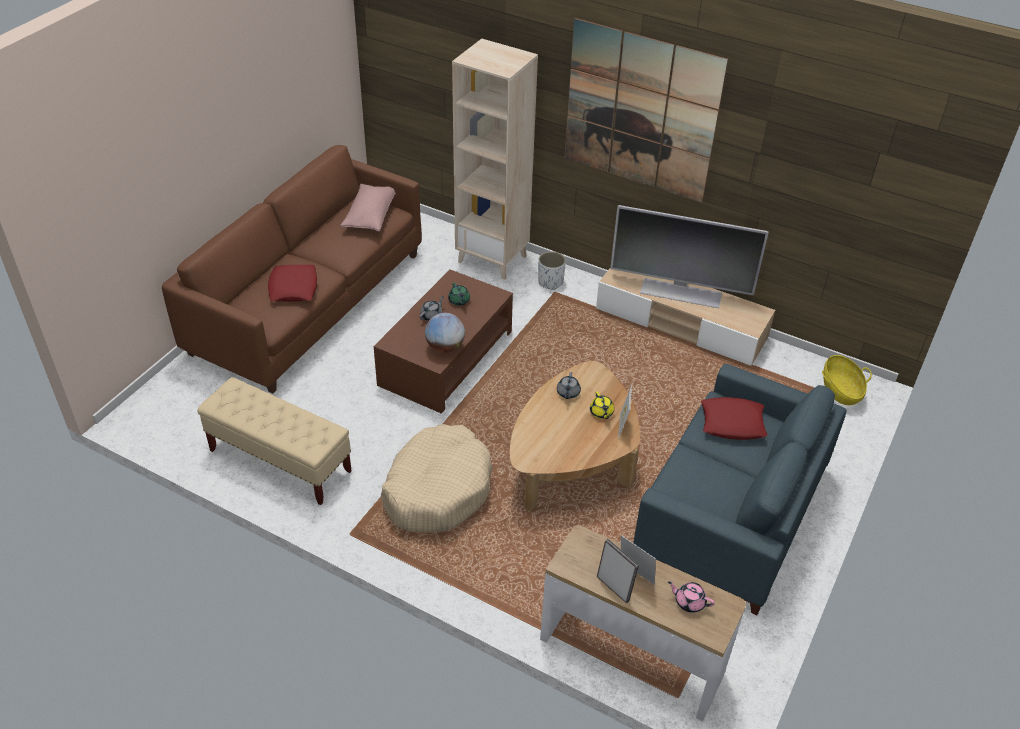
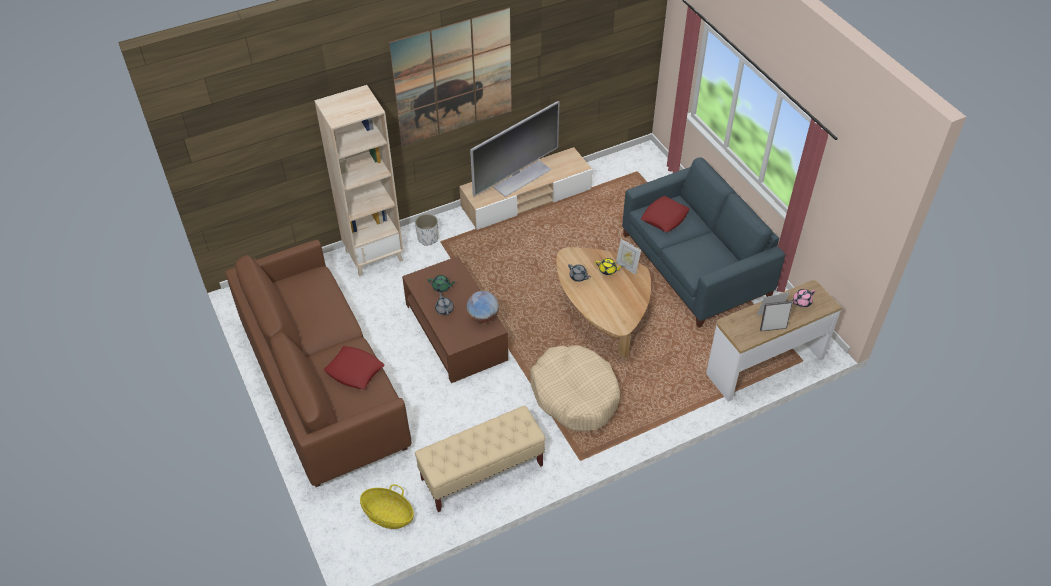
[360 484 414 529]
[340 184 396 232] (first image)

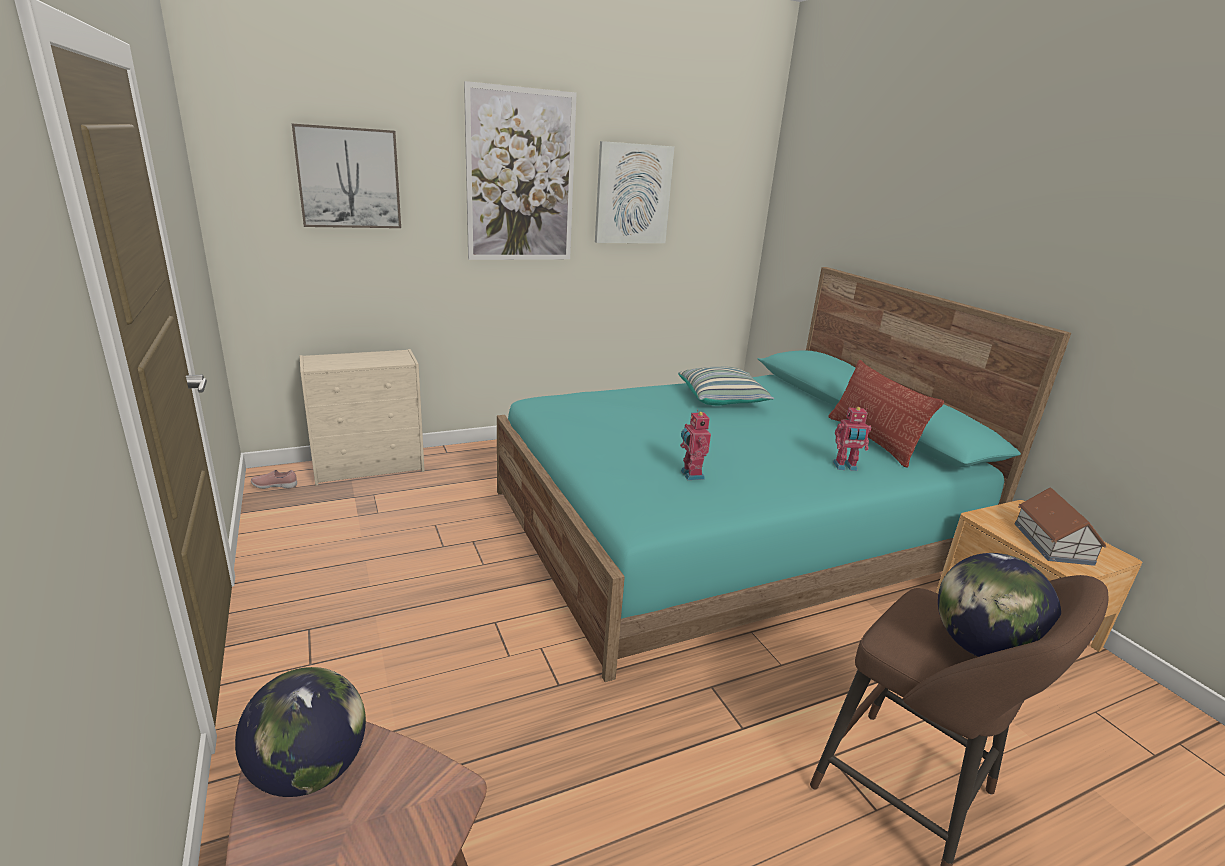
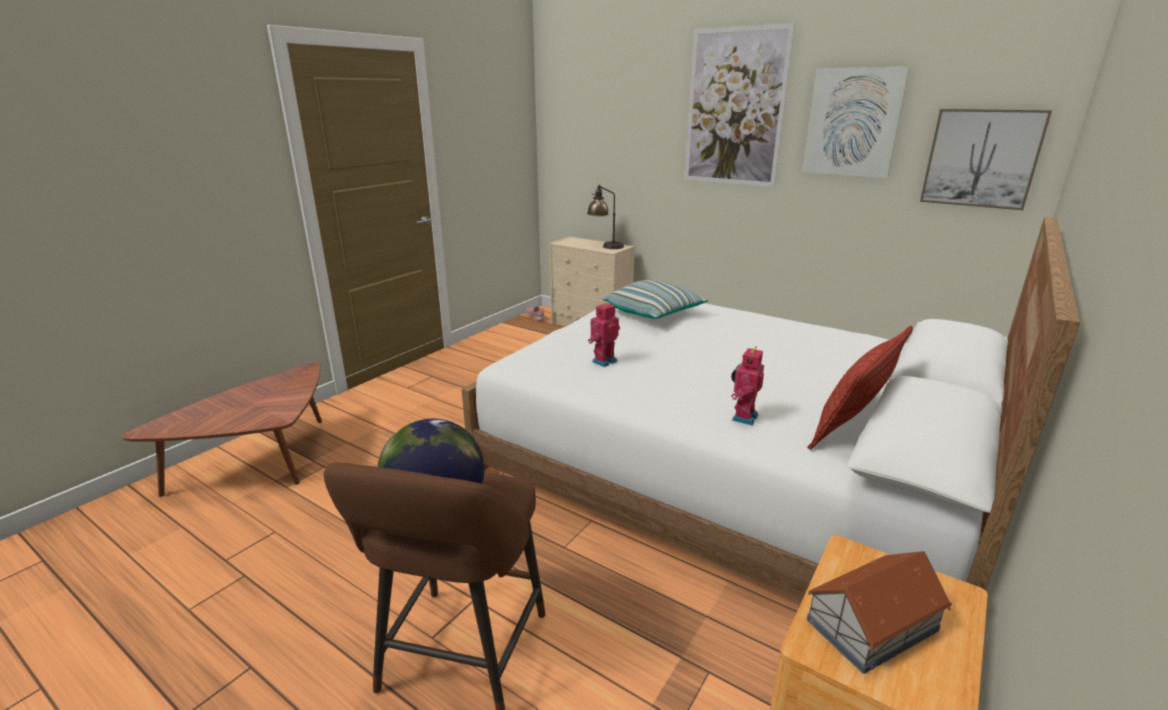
[462 217 1080 601]
[587 185 624 249]
[602 280 708 319]
[731 346 764 425]
[920 109 1052 210]
[235 667 366 797] (first image)

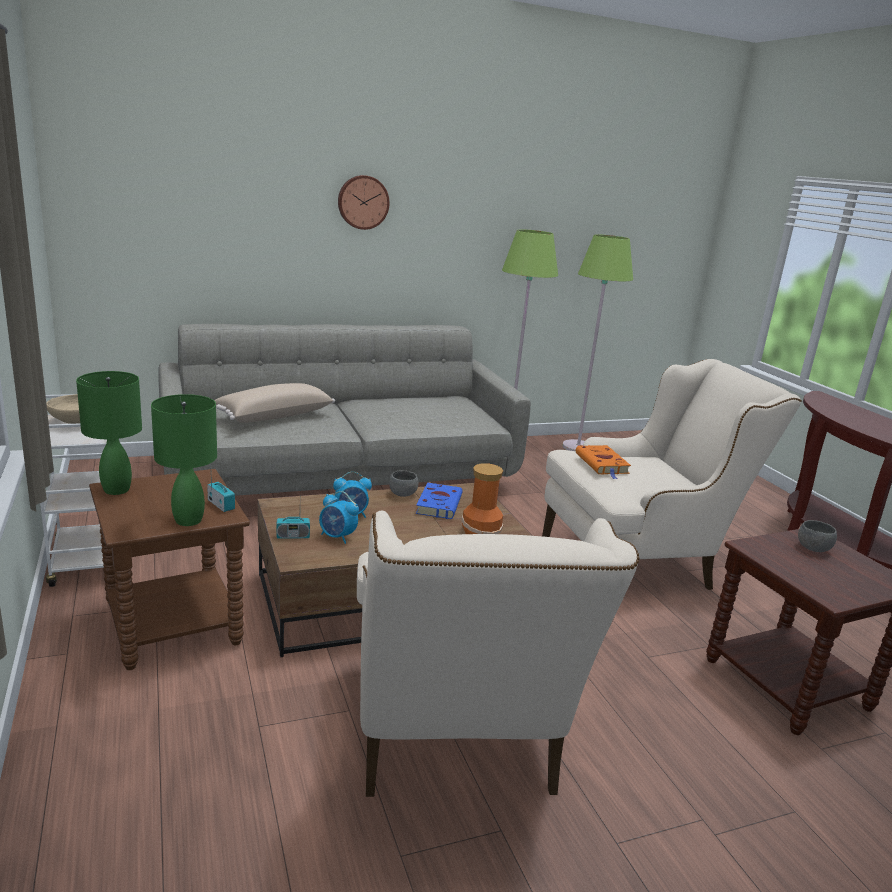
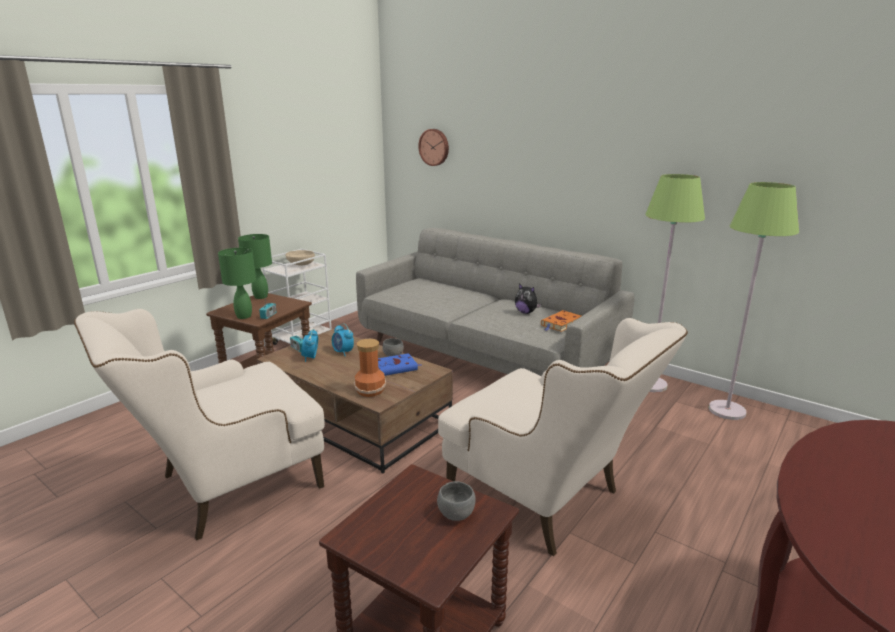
[418 129 449 166]
[515 284 541 314]
[541 310 581 332]
[214 383 335 423] (first image)

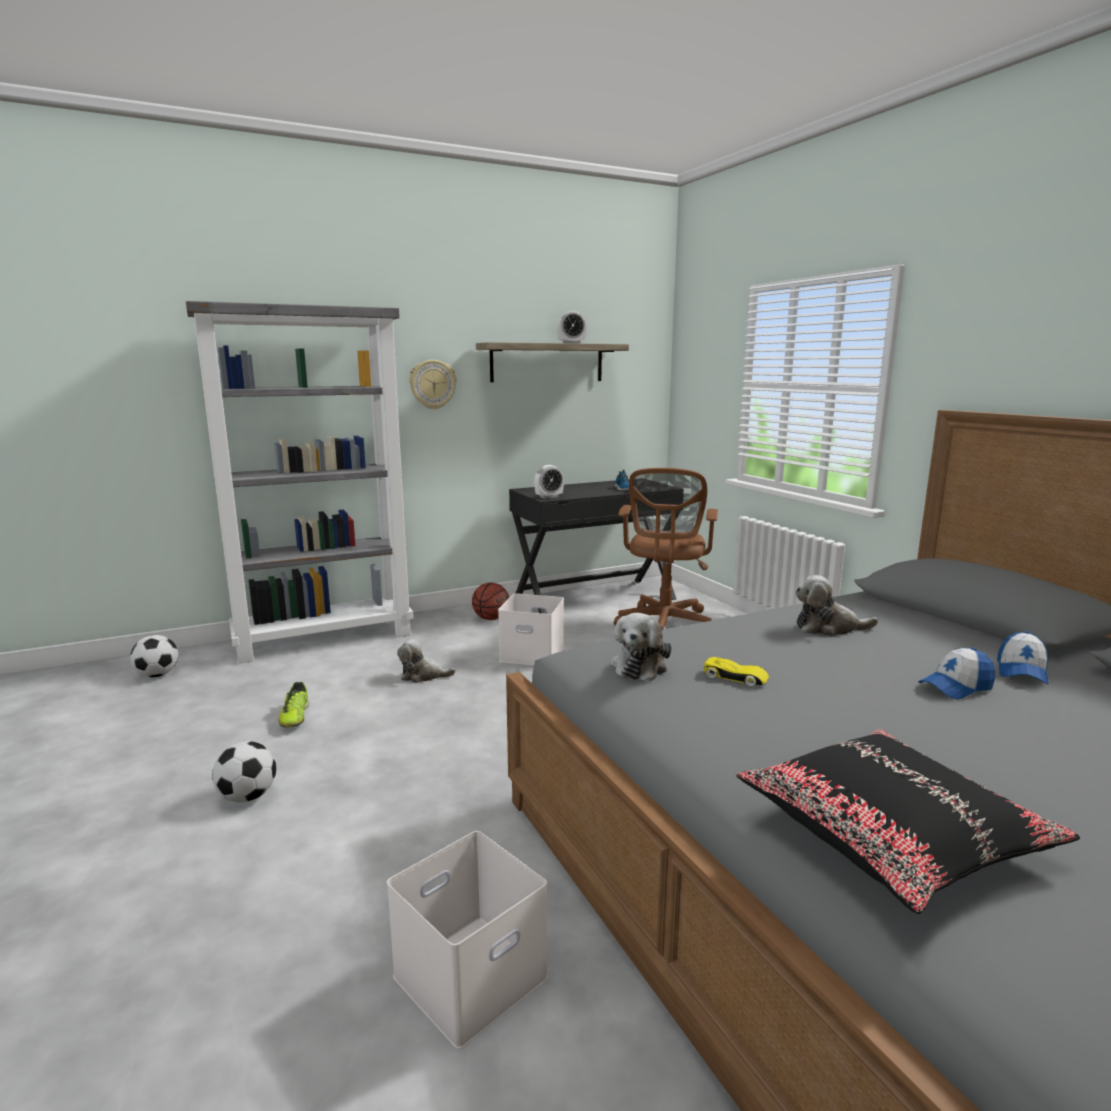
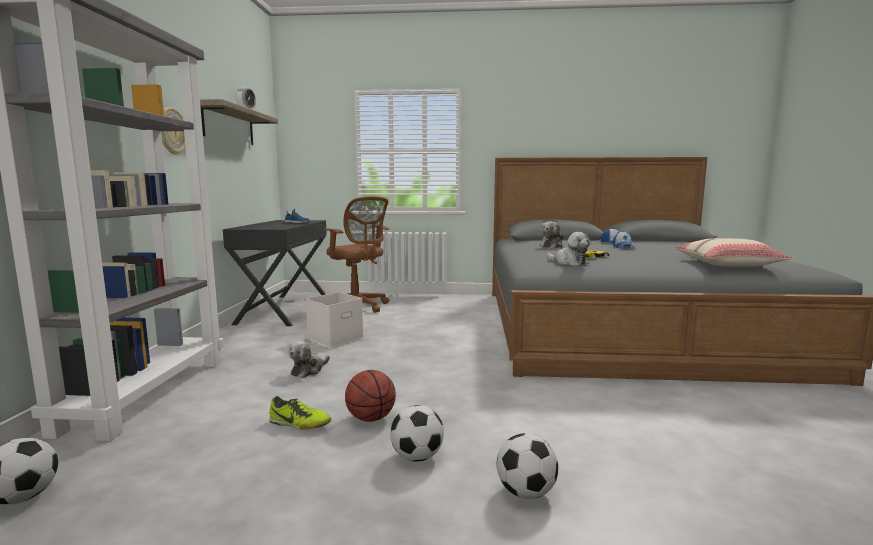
[345 370 396 422]
[497 433 558 499]
[675 238 792 266]
[387 831 548 1049] (first image)
[534 465 564 499] (first image)

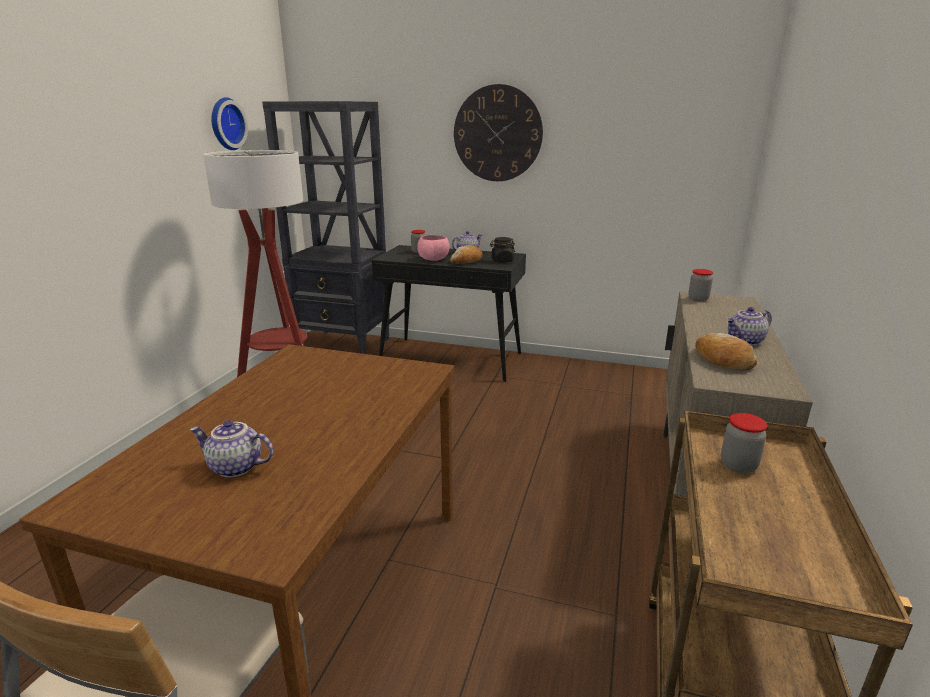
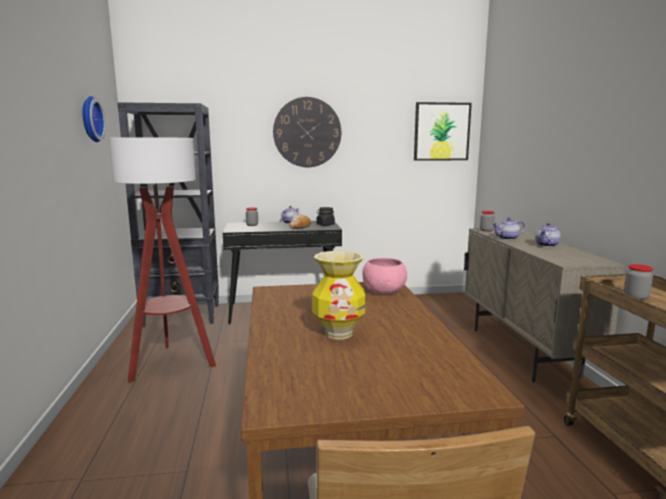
[312 251 365 339]
[362 258 407 294]
[414 102 472 161]
[492 217 525 240]
[695 333 757 371] (first image)

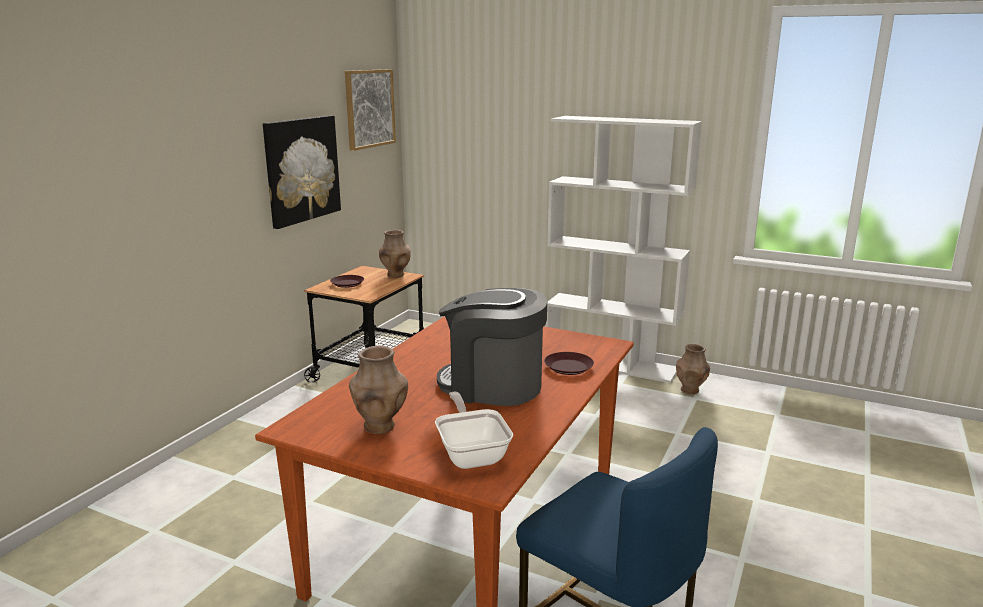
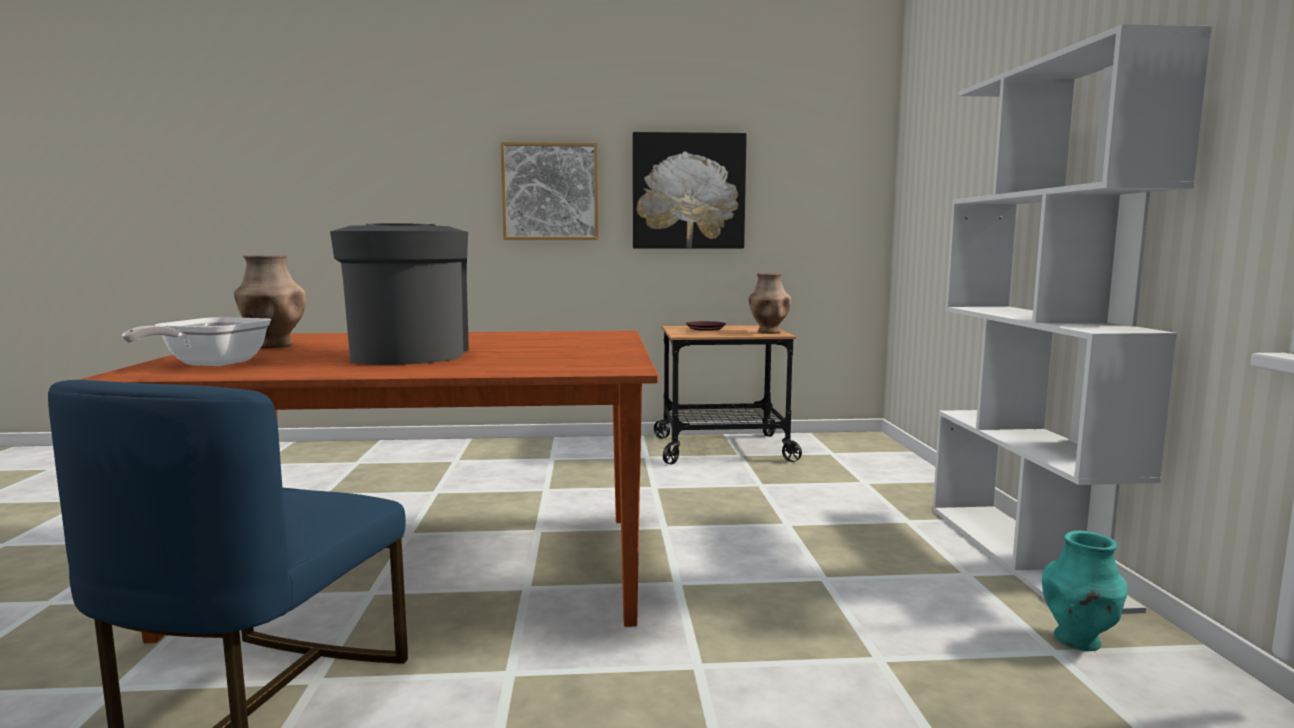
[122 317 271 366]
[500 142 599 240]
[1042 531 1128 651]
[544 352 594 375] (first image)

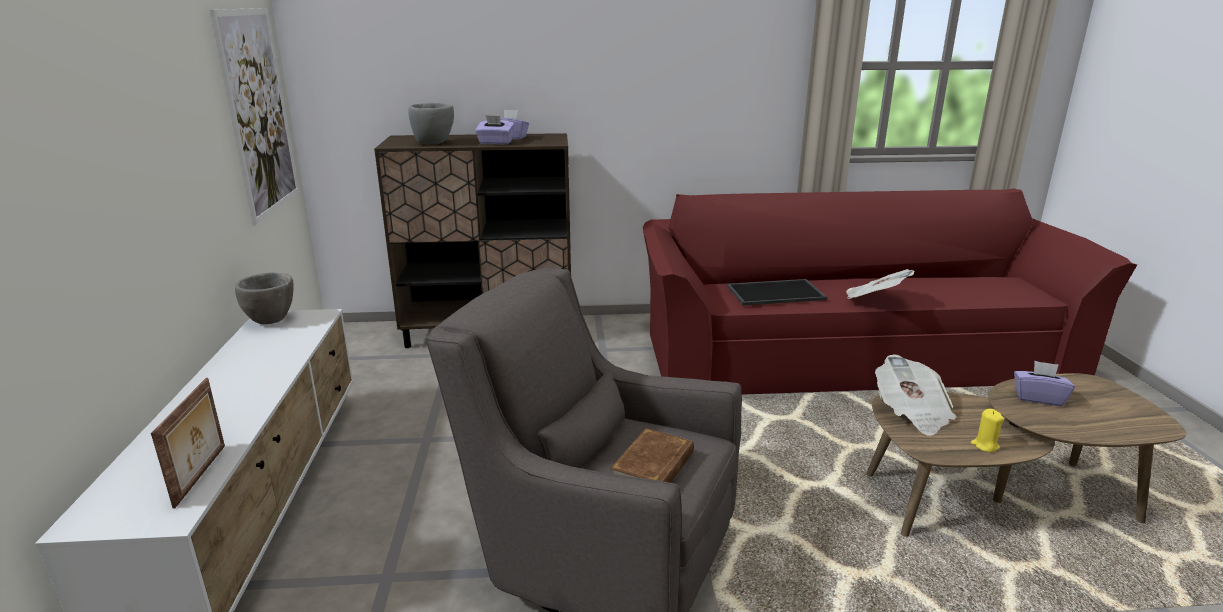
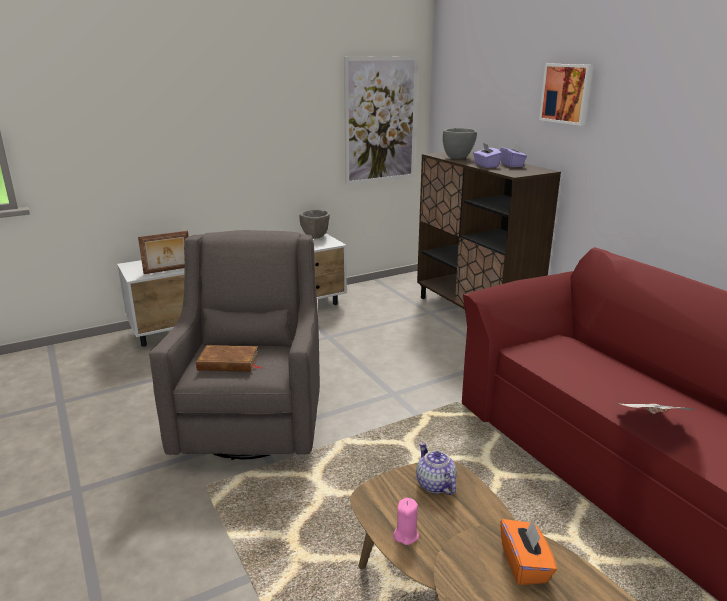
[393 498 419 545]
[416 442 457 495]
[500 519 557 585]
[539 64 594 126]
[727 279 827 306] (first image)

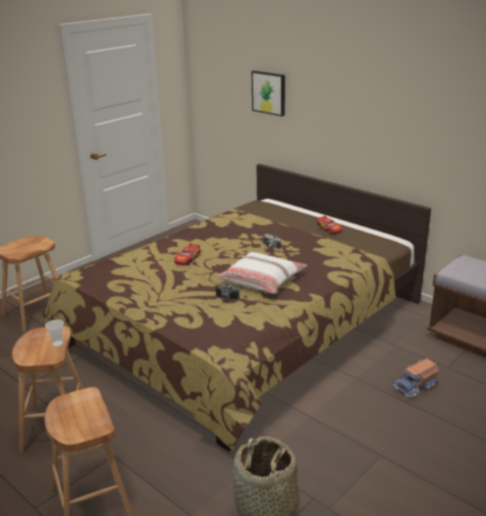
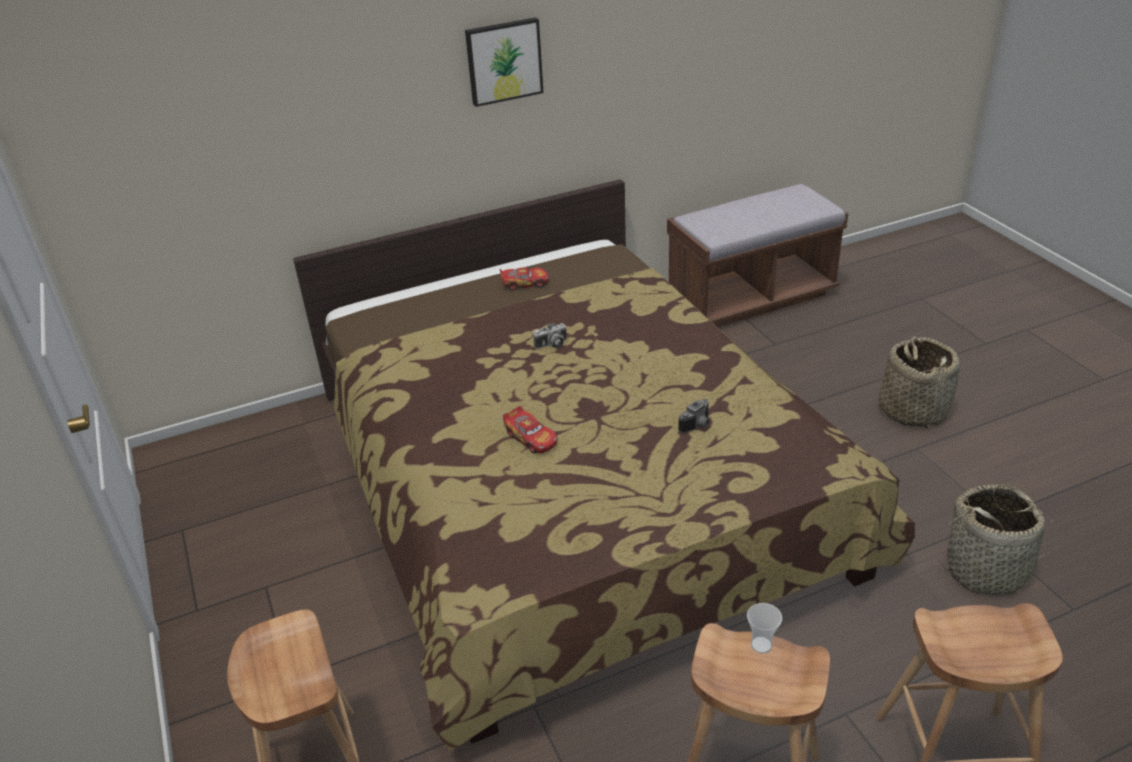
[465 17 544 107]
[879 337 960 428]
[216 251 307 294] (first image)
[393 359 439 398] (first image)

